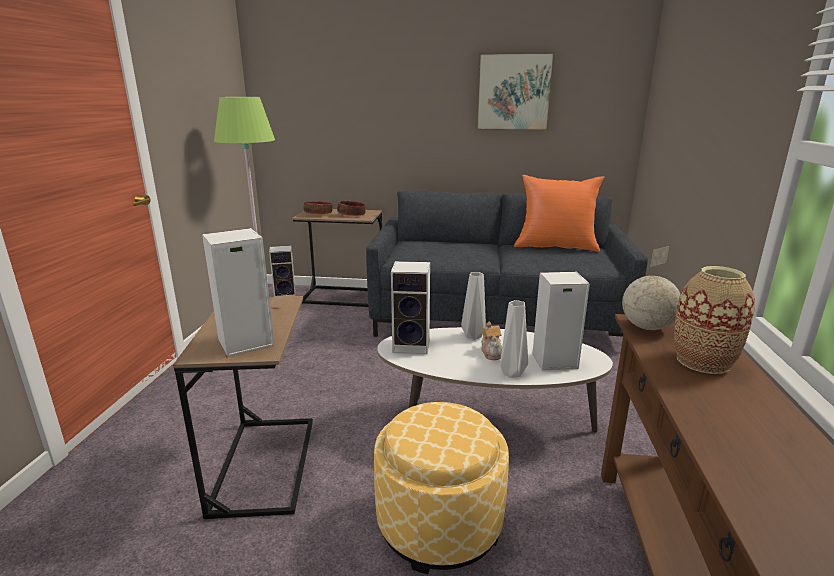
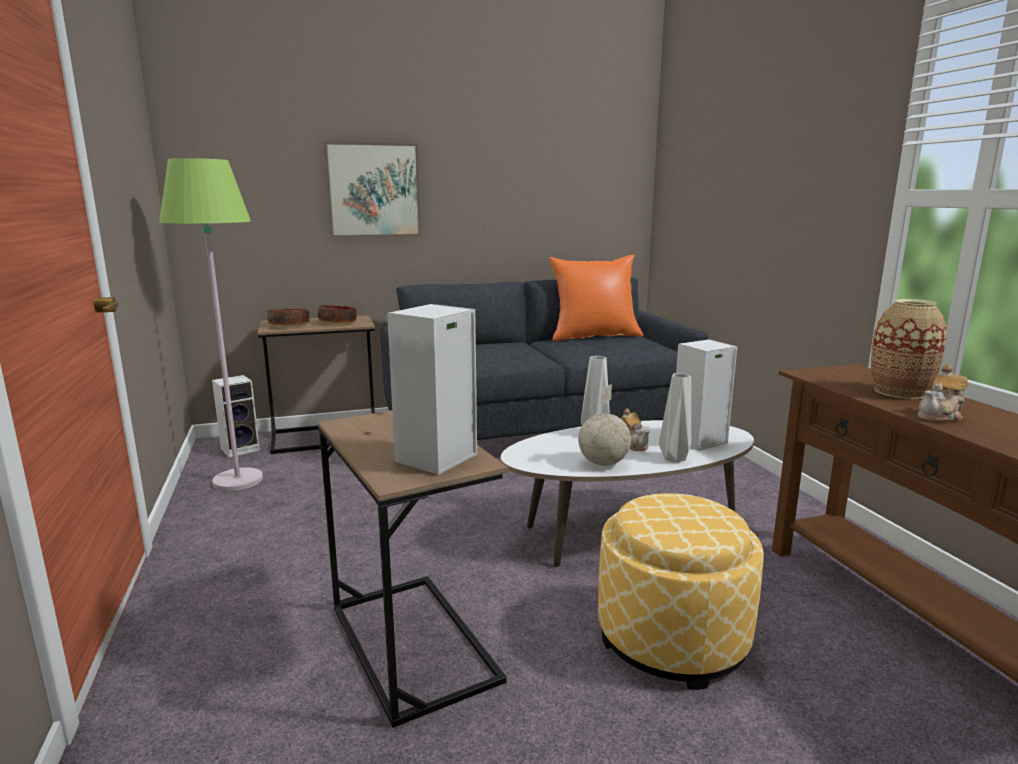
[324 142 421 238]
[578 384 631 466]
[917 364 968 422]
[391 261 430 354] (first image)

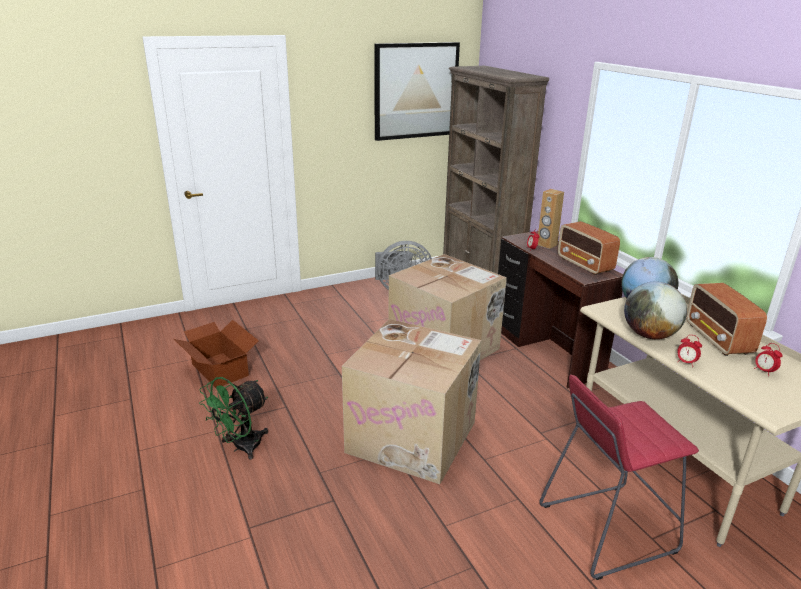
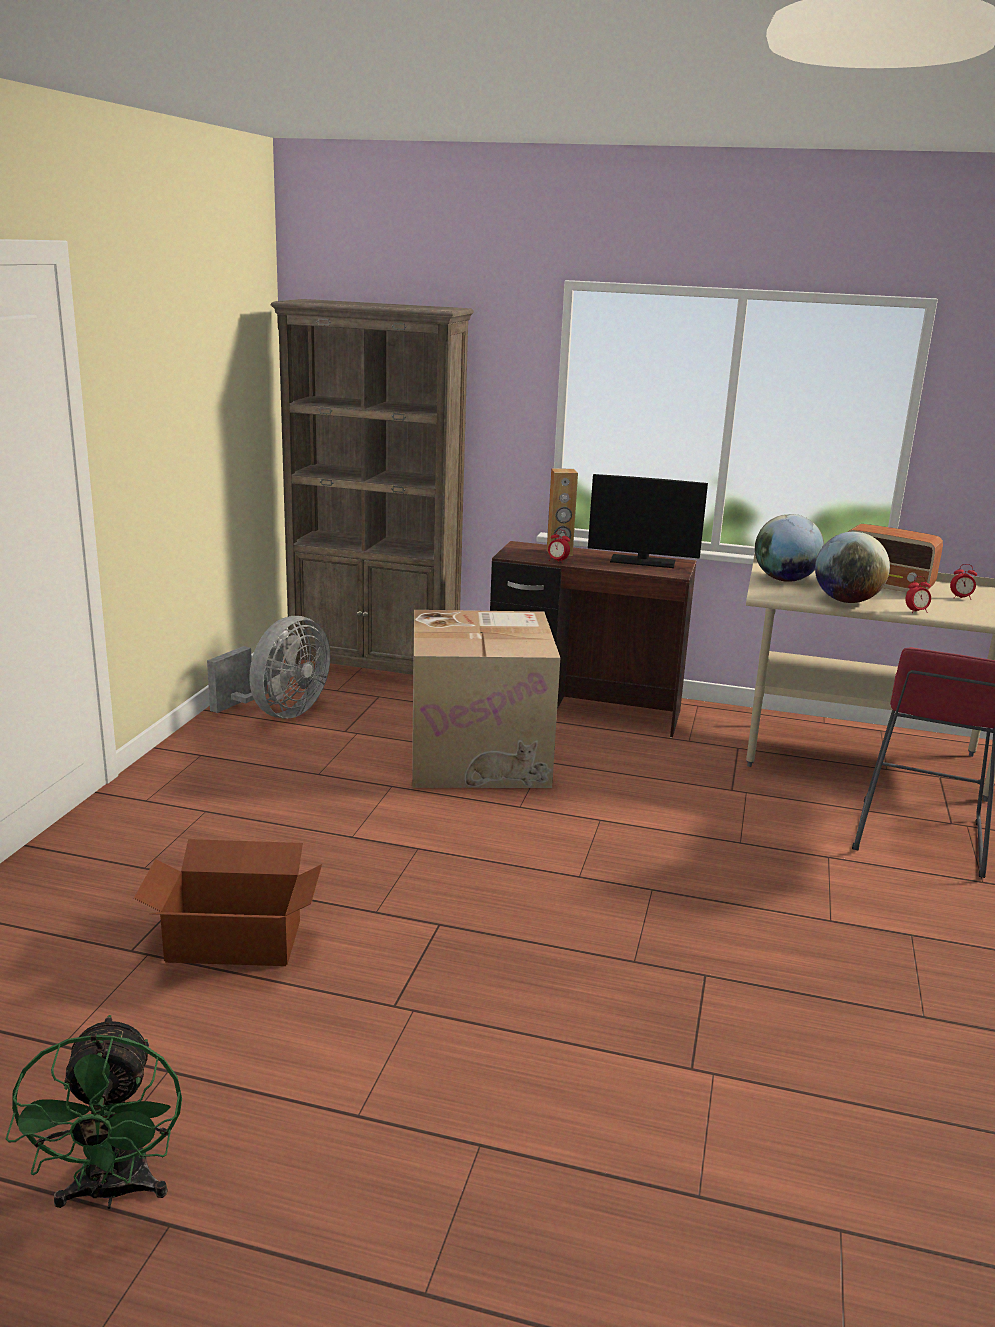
[6 1015 182 1209]
[588 474 708 568]
[342 319 482 484] (first image)
[374 42 460 141] (first image)

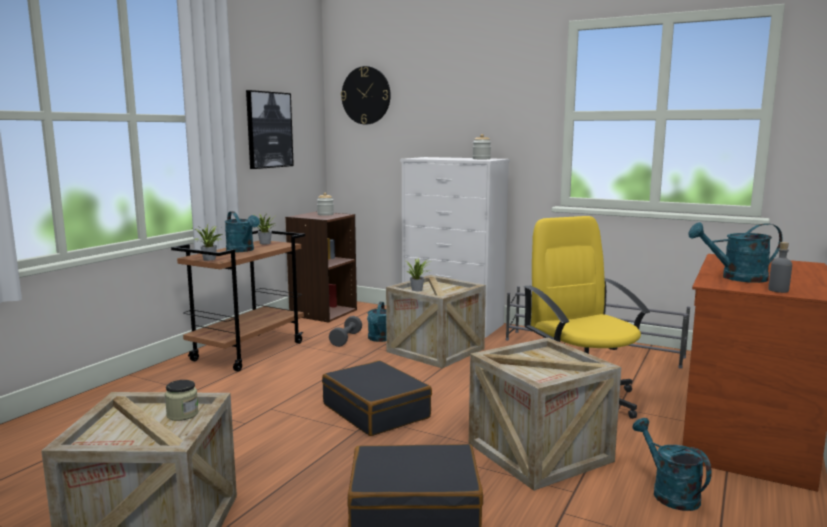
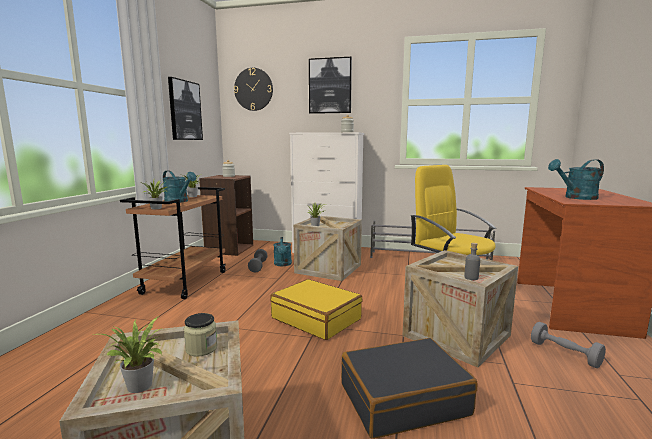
[92 316 162 393]
[270 279 363 340]
[309 57 352 114]
[464 243 480 280]
[531 322 606 368]

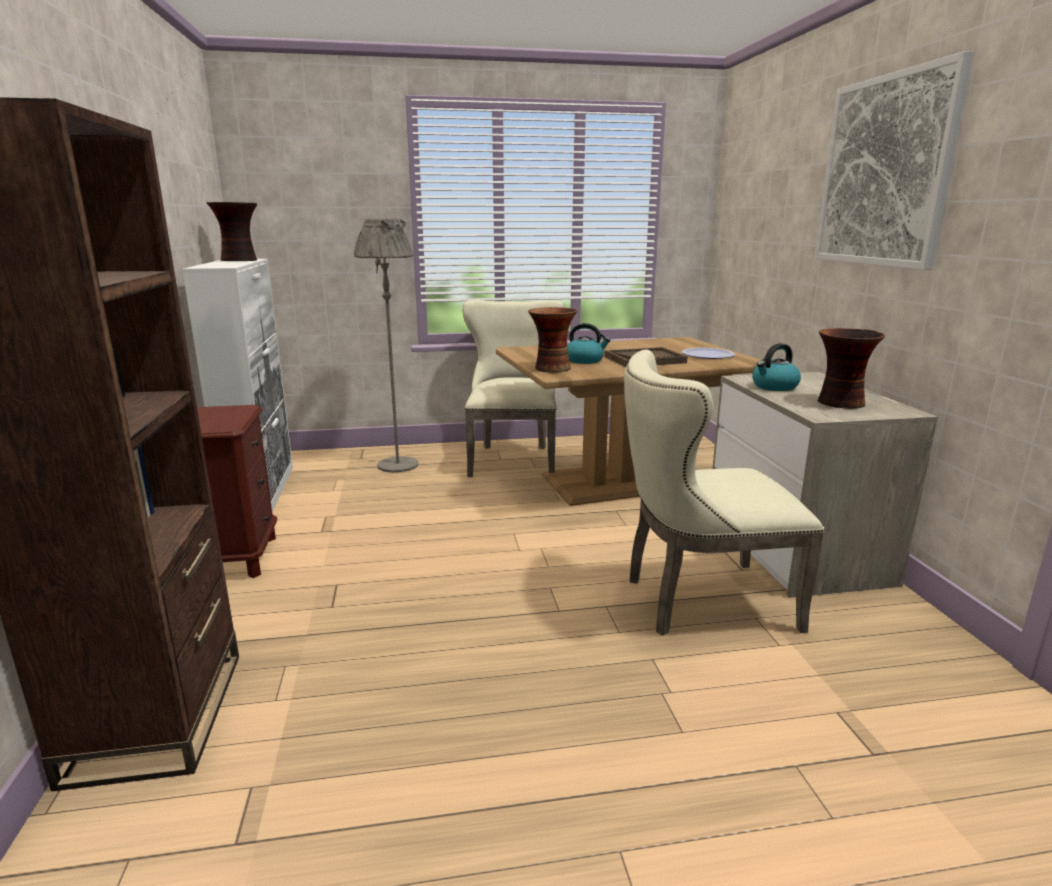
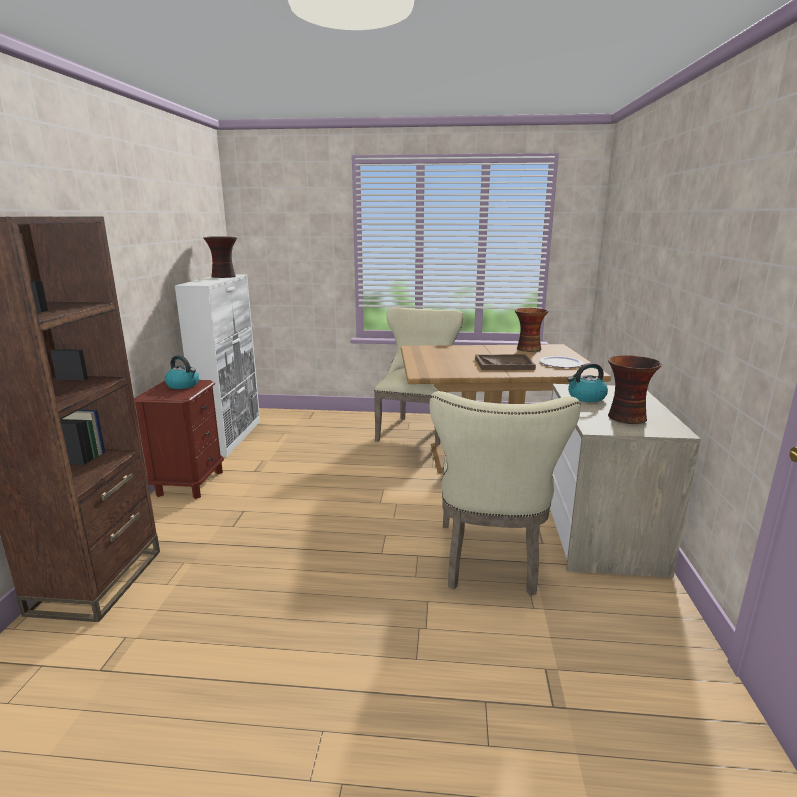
[165 355 199 389]
[429 391 581 596]
[515 308 548 352]
[354 218 418 473] (first image)
[814 51 974 270] (first image)

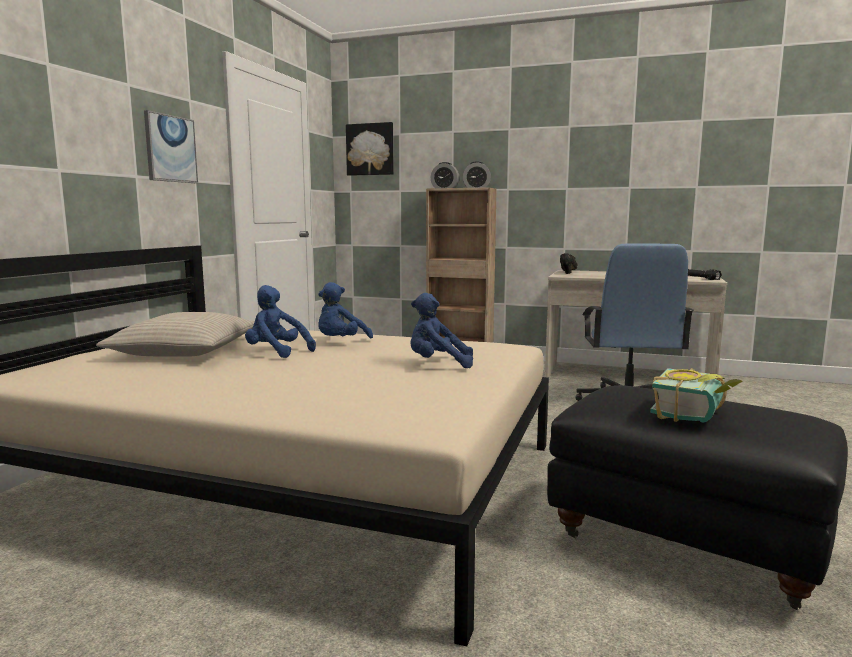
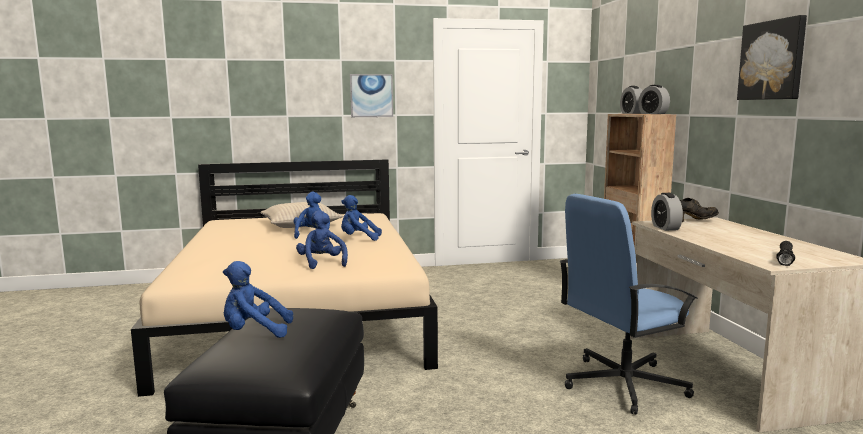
[223 261 293 338]
[651 193 683 231]
[737 15 807 100]

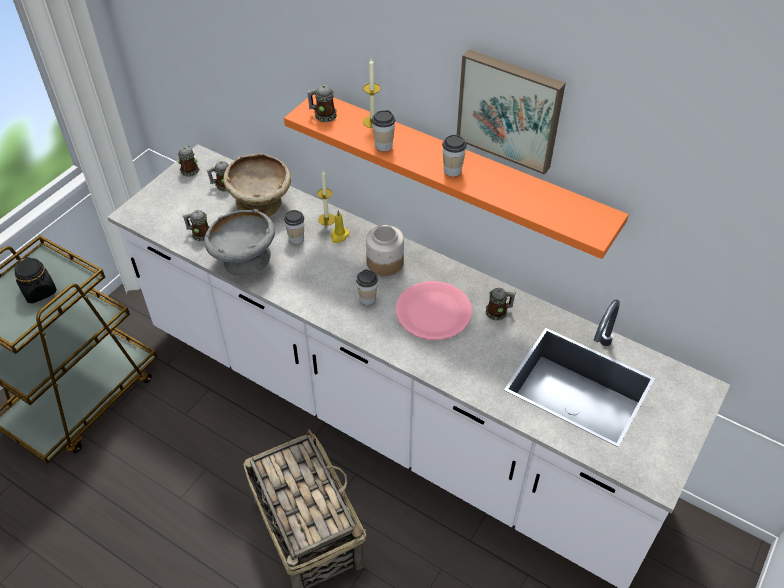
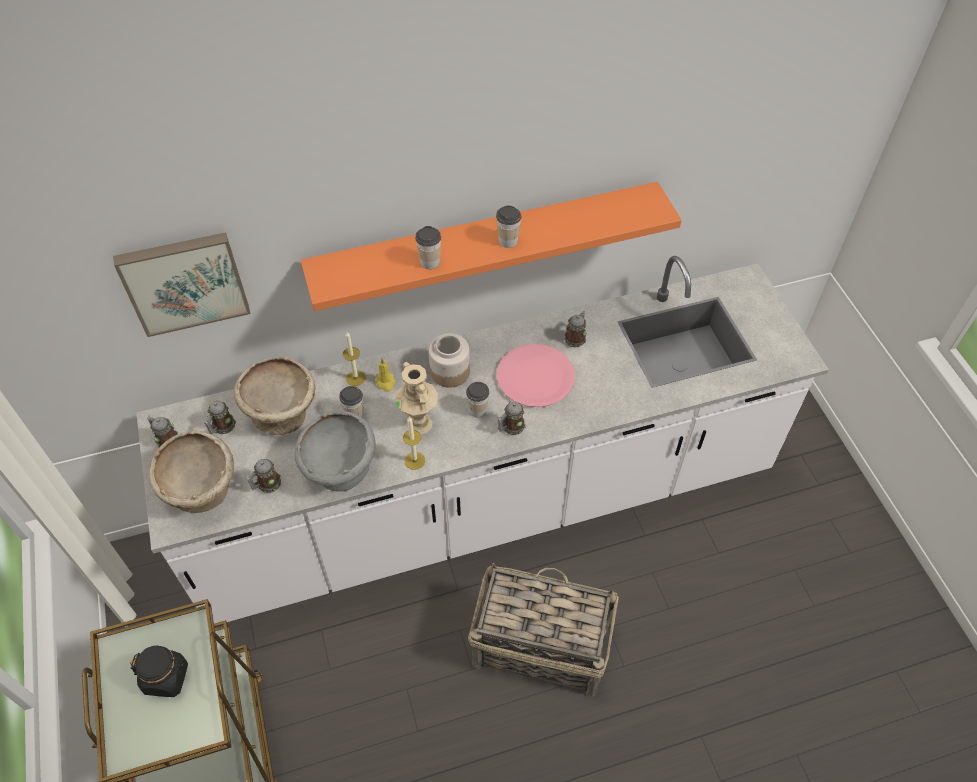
[113 232 250 337]
[149 431 234 513]
[395 362 438 434]
[403 416 425 470]
[497 402 526 435]

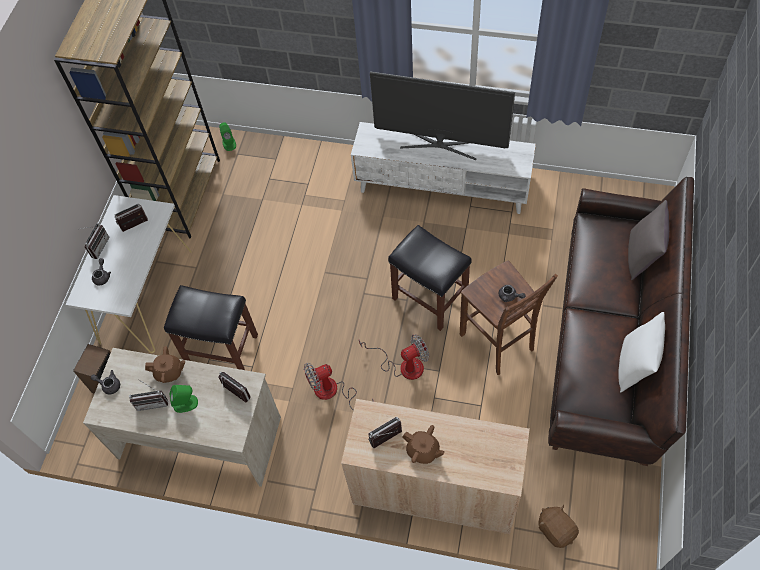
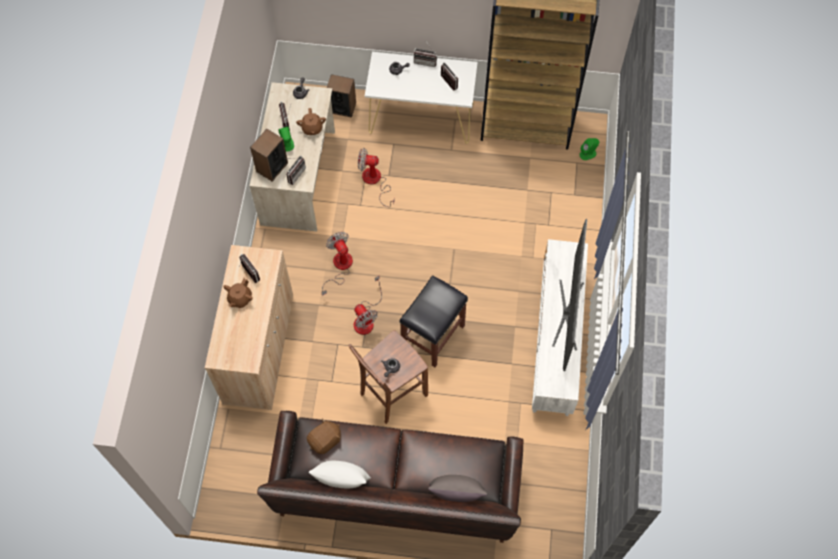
[250 129 288 181]
[307 418 341 454]
[358 148 395 207]

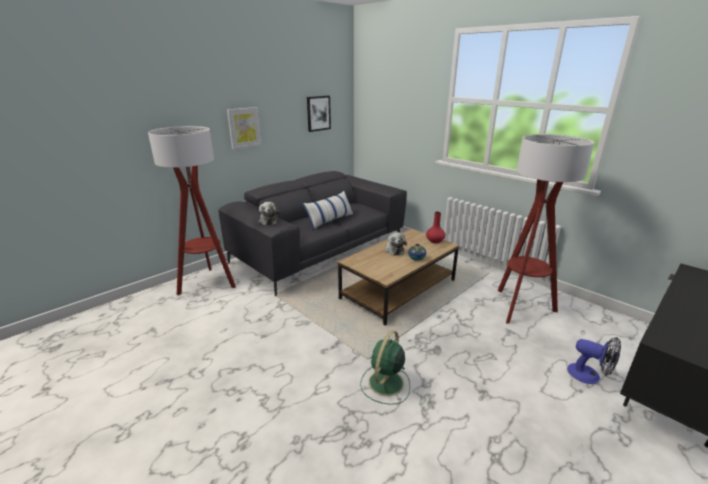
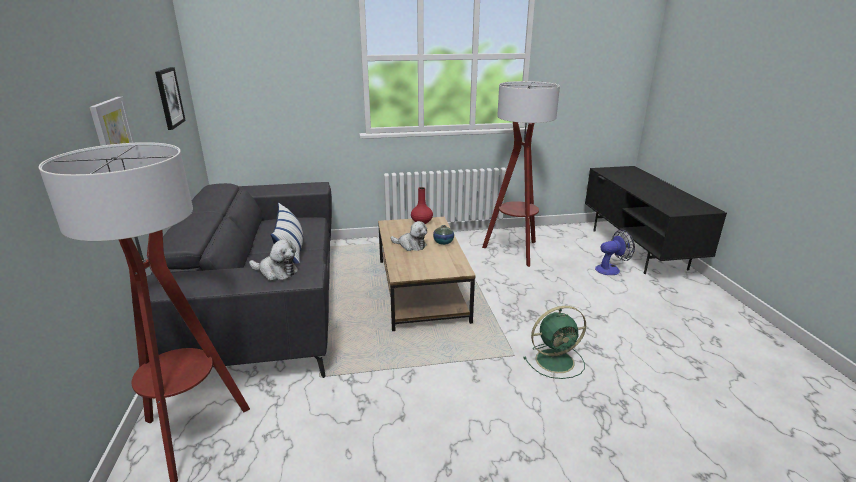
[524 306 586 379]

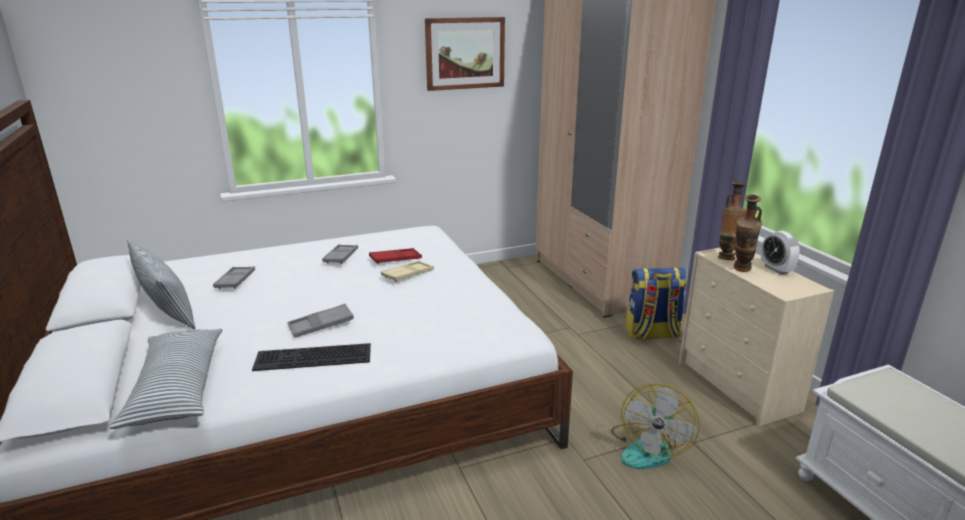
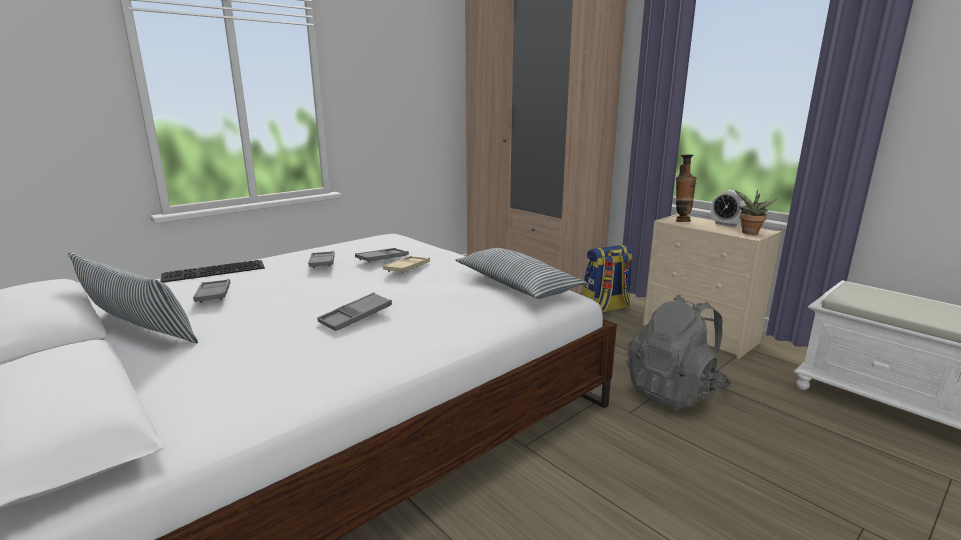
[160 260 265 283]
[355 248 409 263]
[455 248 586 299]
[627 295 731 410]
[735 190 777 235]
[425 17 505 91] (first image)
[734 194 762 272] (first image)

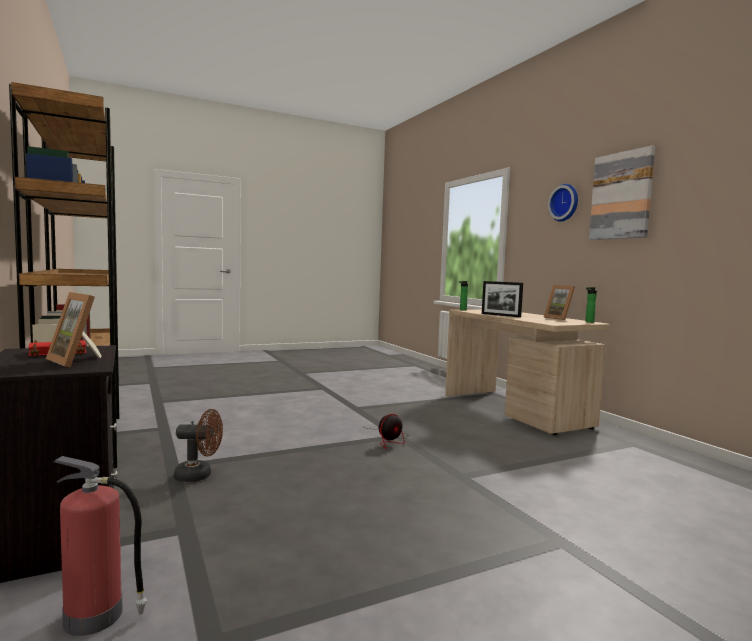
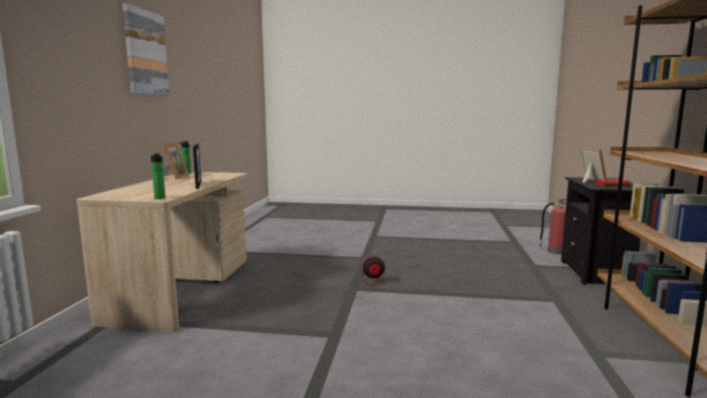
[174 409 223 482] (first image)
[548 184 578 222] (first image)

